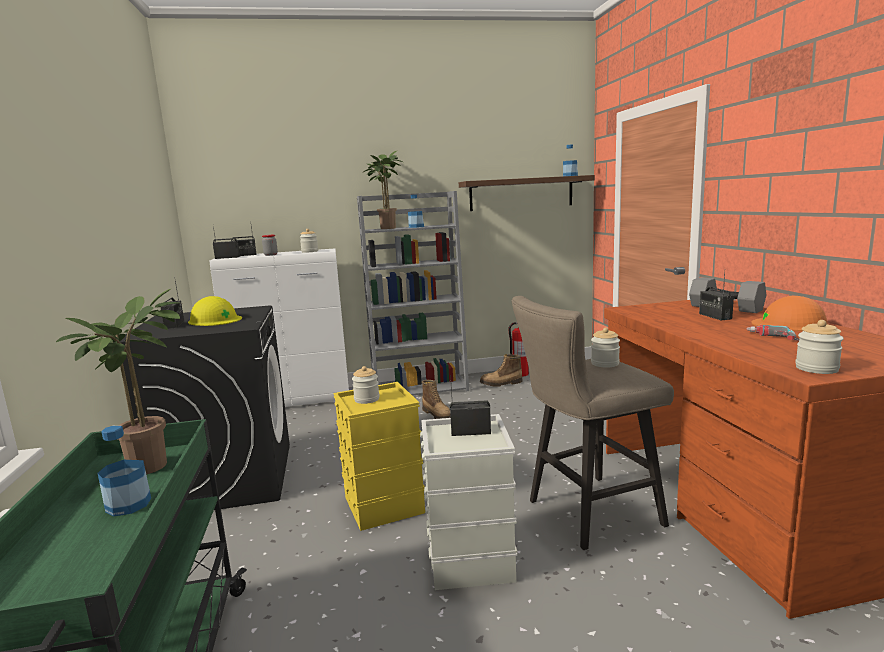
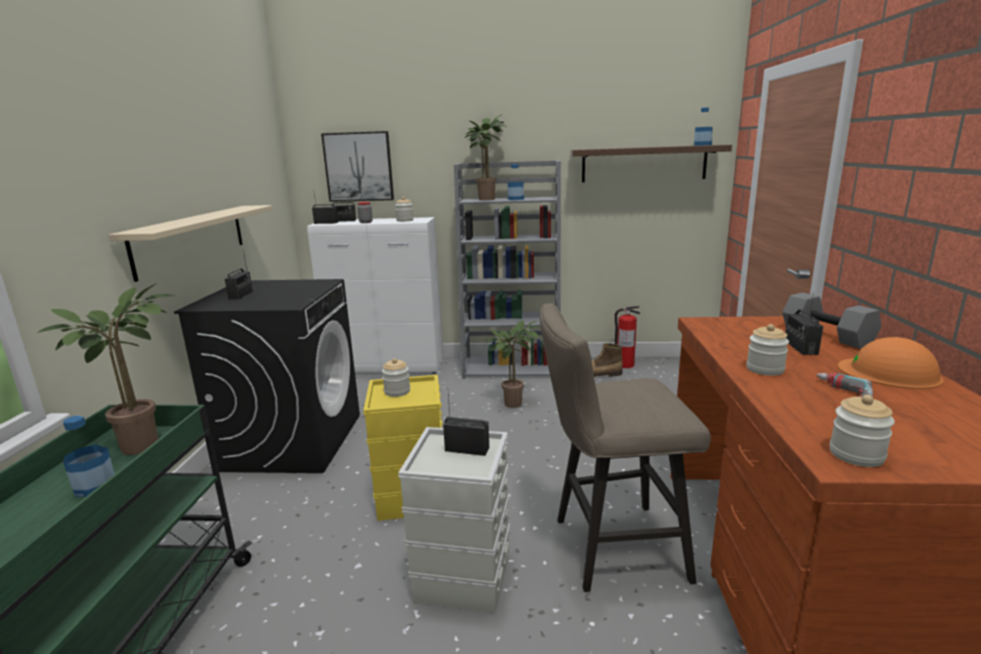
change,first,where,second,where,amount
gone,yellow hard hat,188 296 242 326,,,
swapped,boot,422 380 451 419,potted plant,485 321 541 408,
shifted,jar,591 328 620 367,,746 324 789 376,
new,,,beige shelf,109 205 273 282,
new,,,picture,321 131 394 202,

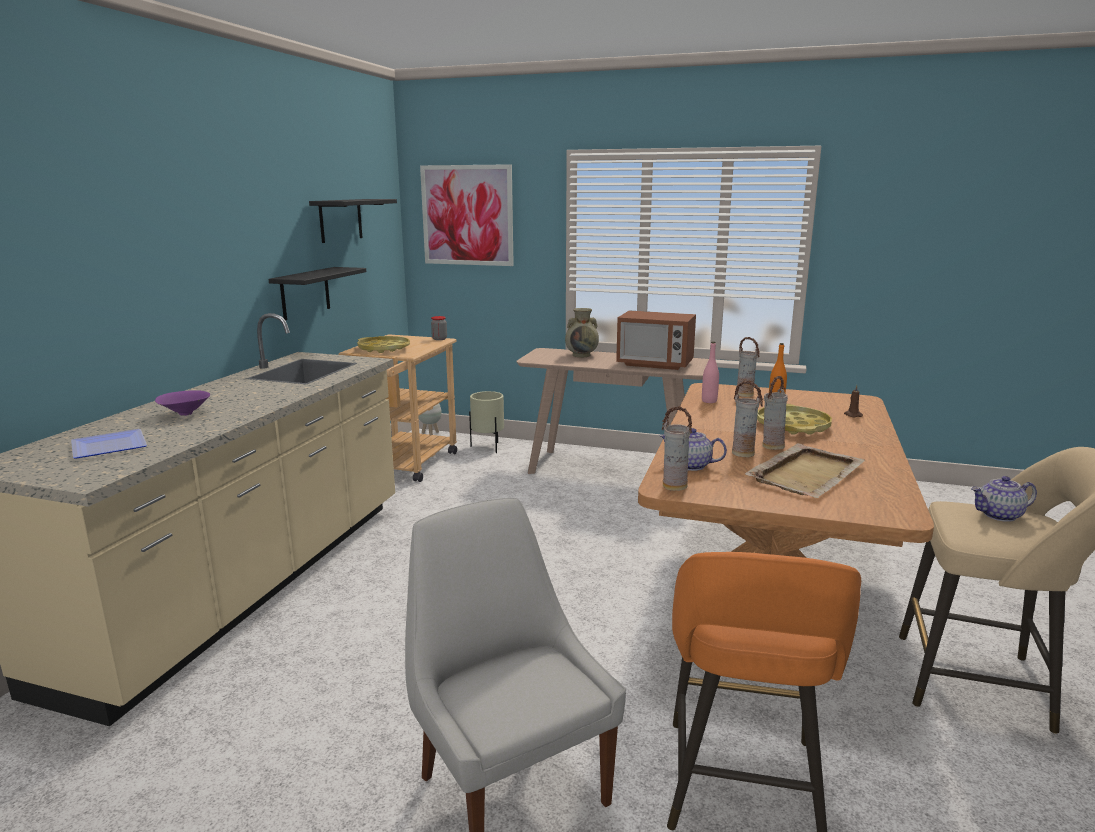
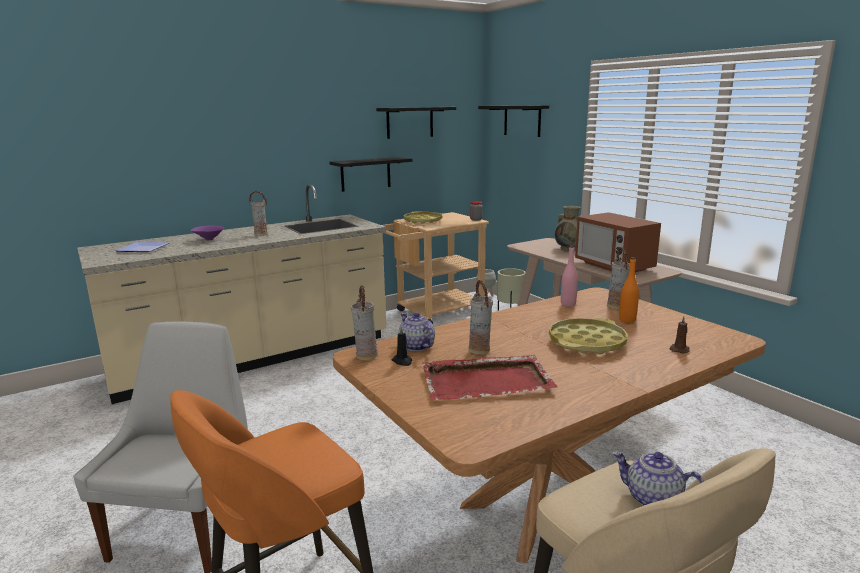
change,first,where,second,where,amount
swapped,picture,420 164 514 266,black shelf,478 105 549 137,
repainted,beige tray,745 443 865 498,red tray,422 355 557 401,
shifted,vase,762 376 788 450,,249 191 268 236,
new,,,black candle,392 327 412 366,

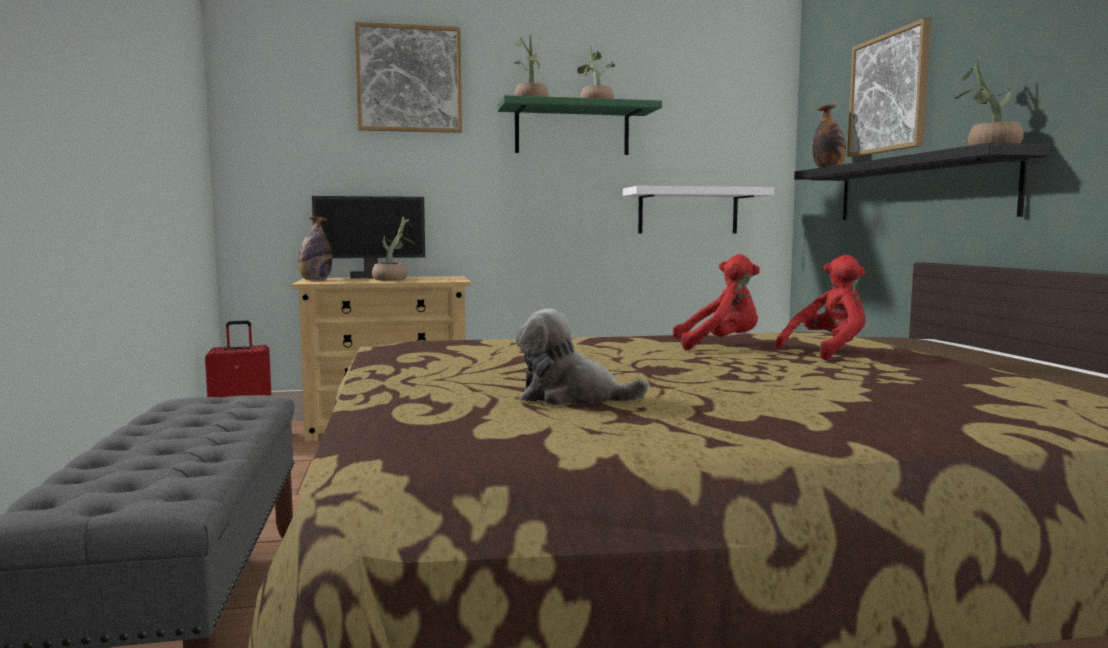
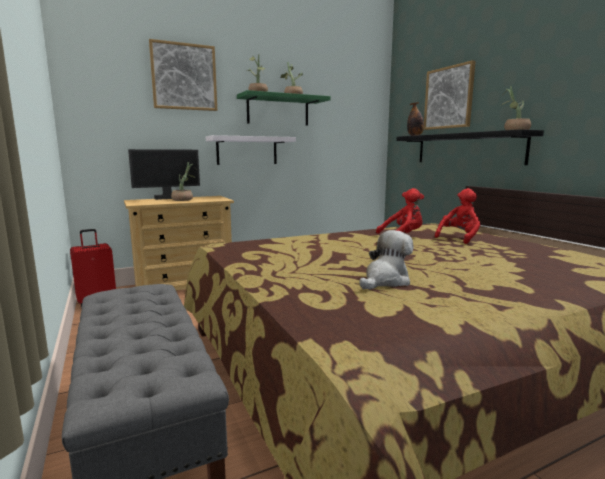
change,first,where,second,where,amount
gone,bottle,298 216 332 281,,,
rotated,plush toy,515 309 649 405,,359 230 413 289,135 degrees clockwise
shifted,white shelf,623 186 774 234,,206 135 296 165,

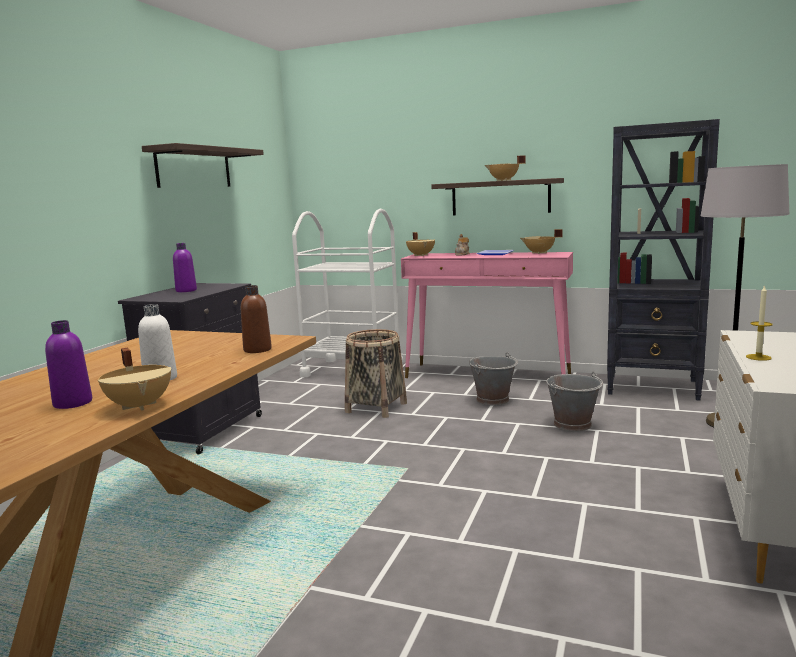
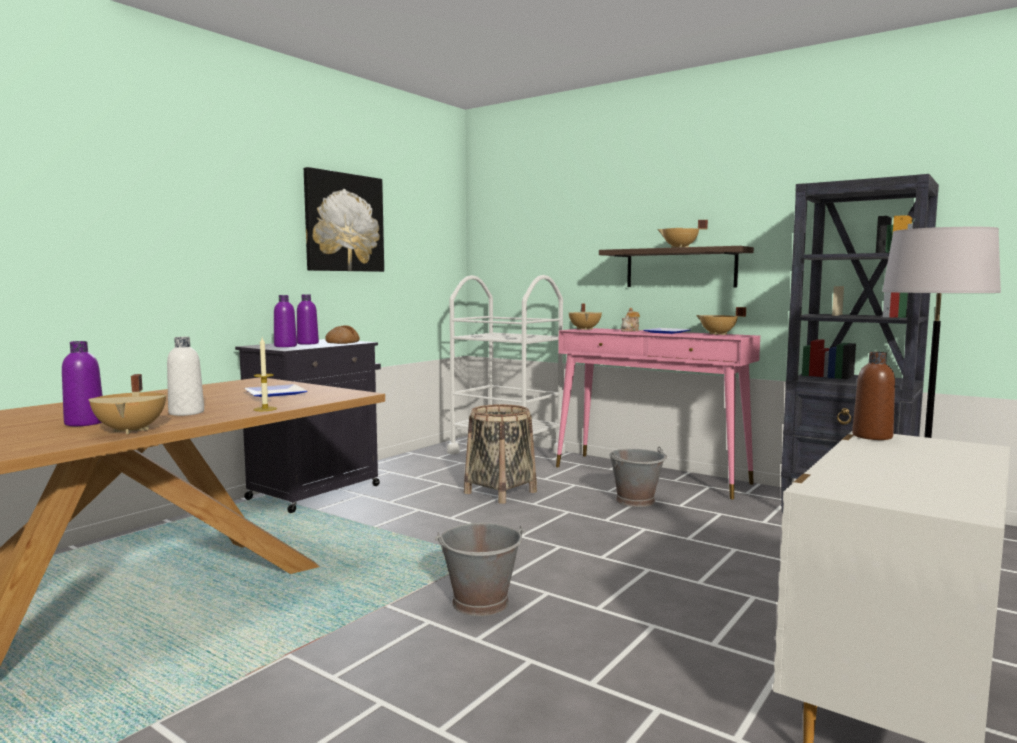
change,first,where,second,where,amount
swapped,shelf,142 143 264 188,picture,304 167 384 272,
shifted,brown bottle,241 285 272 353,,852 352 895 440,
shifted,grey bucket,546 372 603 432,,435 523 525 616,
shifted,candle,746 285 772 361,,254 337 277 411,
new,,,plate,244 384 308 397,
new,,,purple bottle,274 295 297 347,
new,,,bread,325 325 360 344,

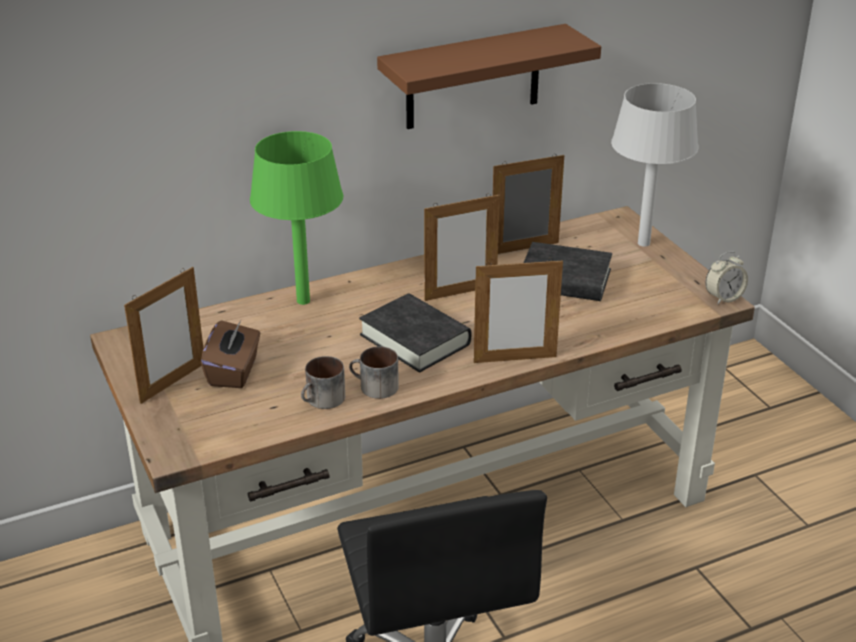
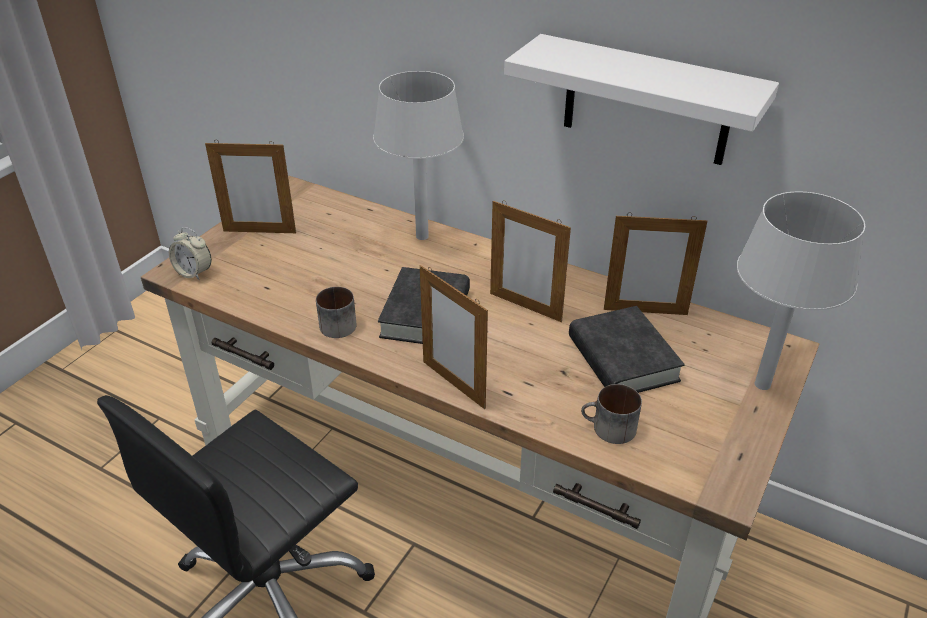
change,first,where,second,where,amount
gone,brown tissue box,201 320 260 388,,,
repainted,green table lamp,250 131 343 305,grey table lamp,373 71 464 240,
shifted,mug,301 356 345 409,,581 384 642 444,
repainted,brown shelf,377 24 601 129,white shelf,504 34 779 165,
rotated,picture frame,492 154 564 254,,604 212 707 315,150 degrees clockwise
shifted,alarm clock,705 251 748 304,,169 227 211 280,

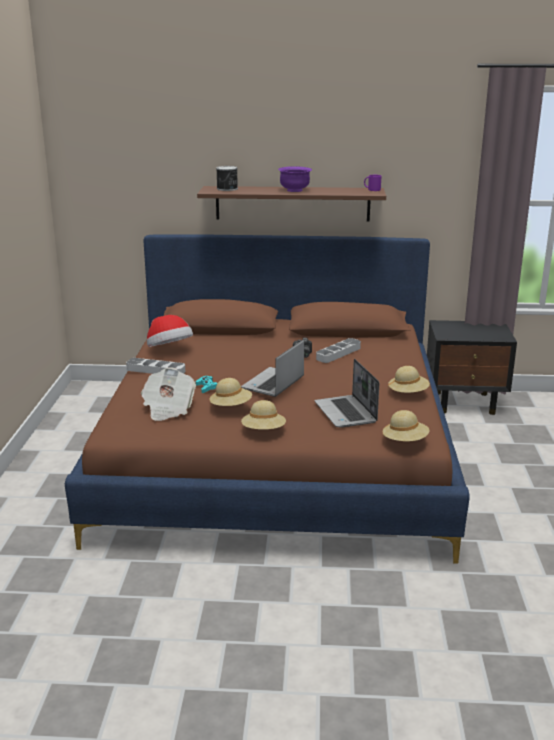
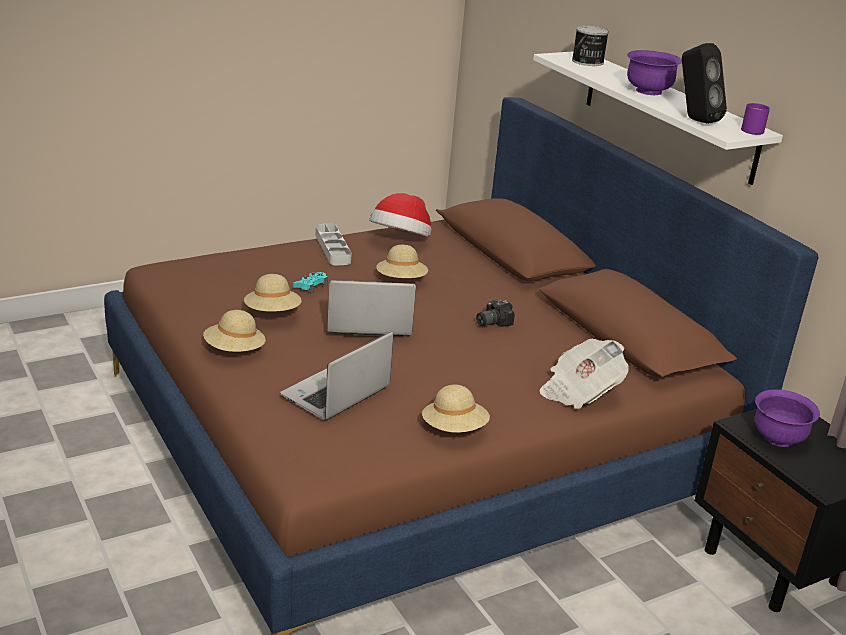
change,first,where,second,where,amount
shifted,newspaper,141 367 196 421,,539 339 629 409,
repainted,brown shelf,197 186 386 221,white shelf,533 51 783 185,
gone,grey tray,316 338 361 363,,,
shifted,beige hat,383 410 429 441,,376 245 428 278,
new,,,black speaker,682 43 727 124,
new,,,purple bowl,755 389 820 447,

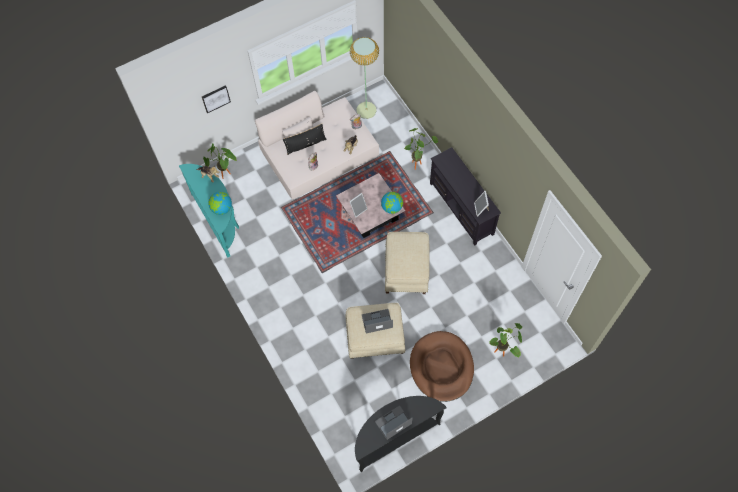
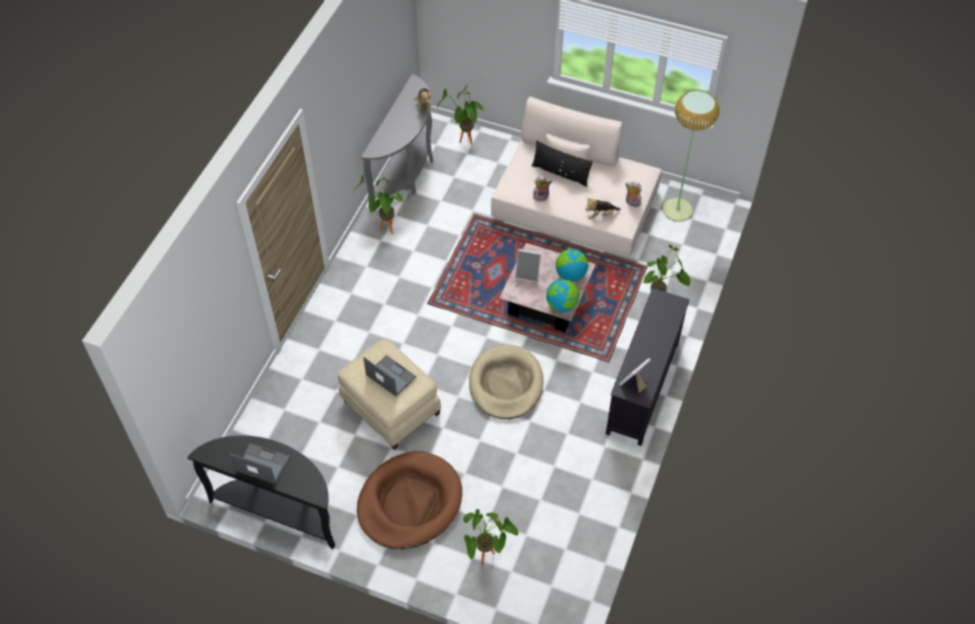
change,first,where,second,where,amount
repainted,turquoise console table,179 164 239 258,grey console table,361 74 433 199,
gone,picture,202 85 231 113,,,
shifted,globe,208 192 232 215,,556 249 588 282,
swapped,beige ottoman,385 232 430 294,beige dog bed,469 345 544 419,
new,,,potted plant,354 174 404 234,

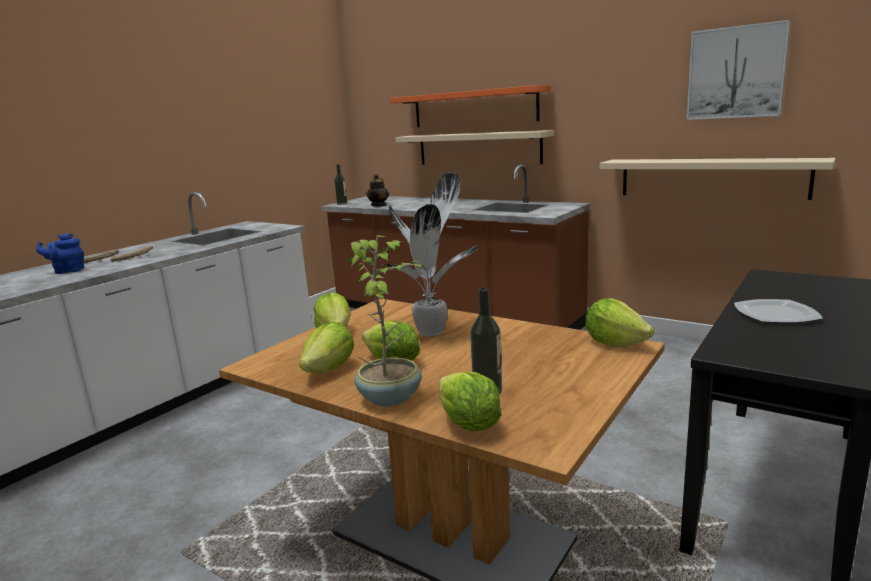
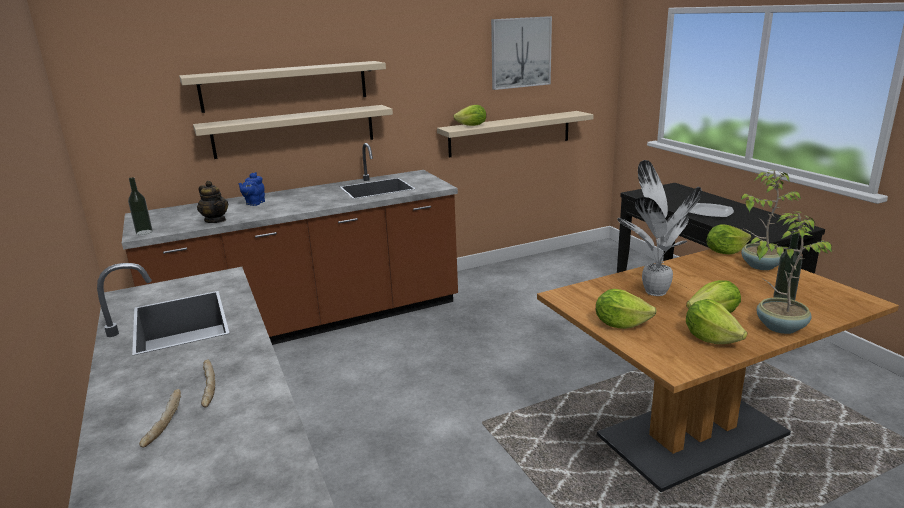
change,first,where,second,where,amount
shifted,blue teapot,36 234 84 274,,239 172 265 206,
repainted,orange shelf,390 85 551 127,beige shelf,179 61 386 113,
shifted,lettuce,439 372 501 431,,453 105 486 126,
new,,,potted plant,741 170 801 270,

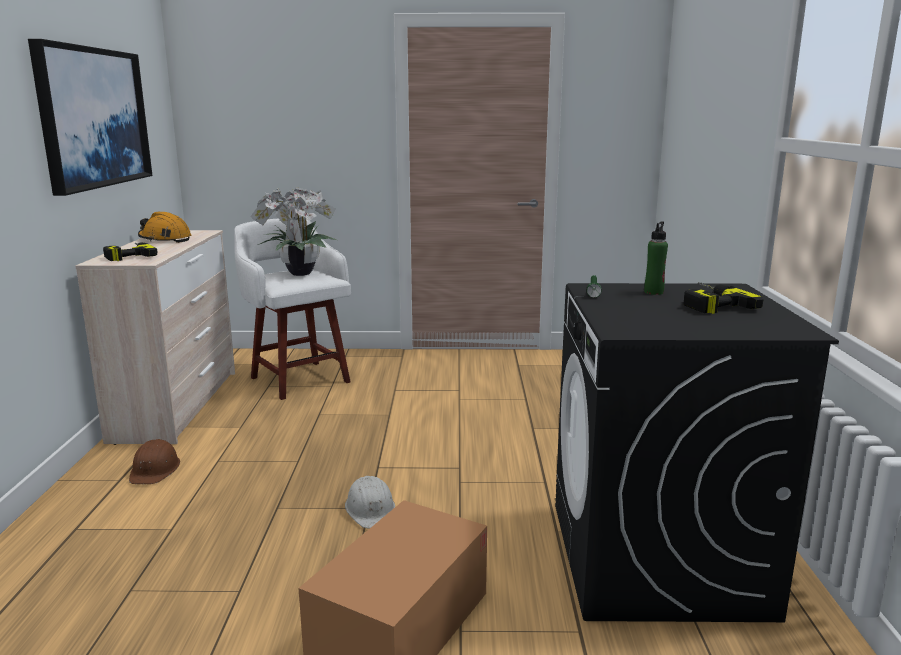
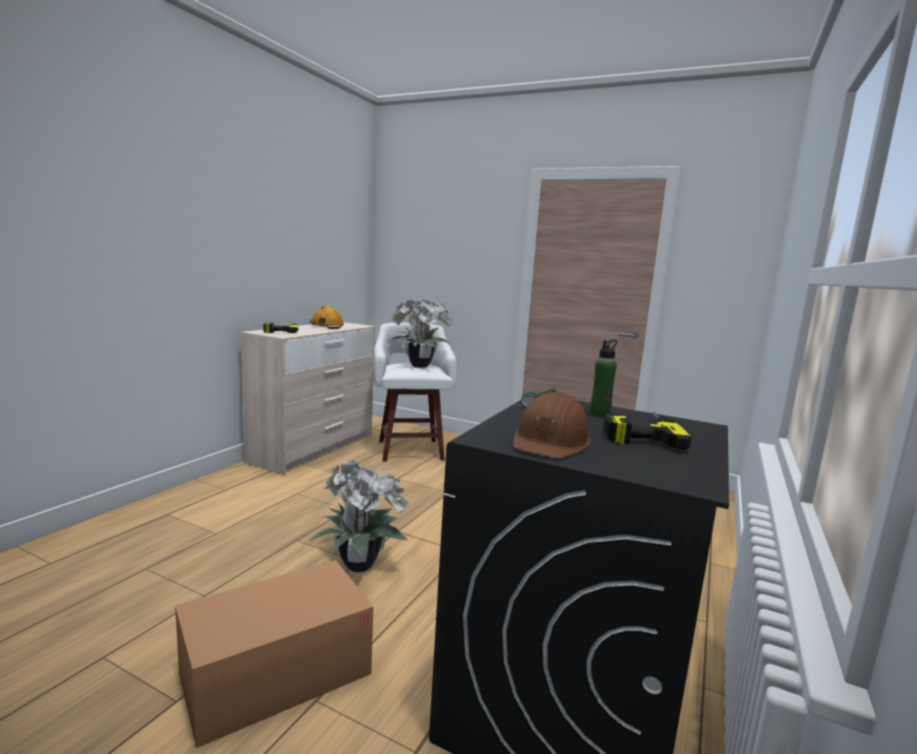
change,first,where,second,where,amount
gone,picture,28 39 153 196,,,
shifted,brown hard hat,129 439 180 484,,513 391 590 458,
swapped,white hard hat,345 476 395 528,potted plant,308 459 409 572,

